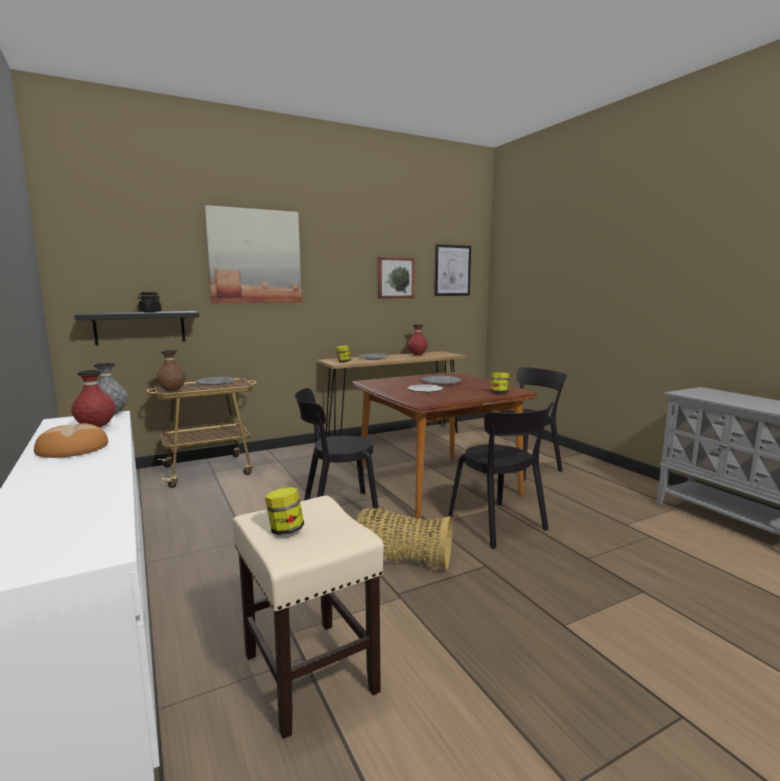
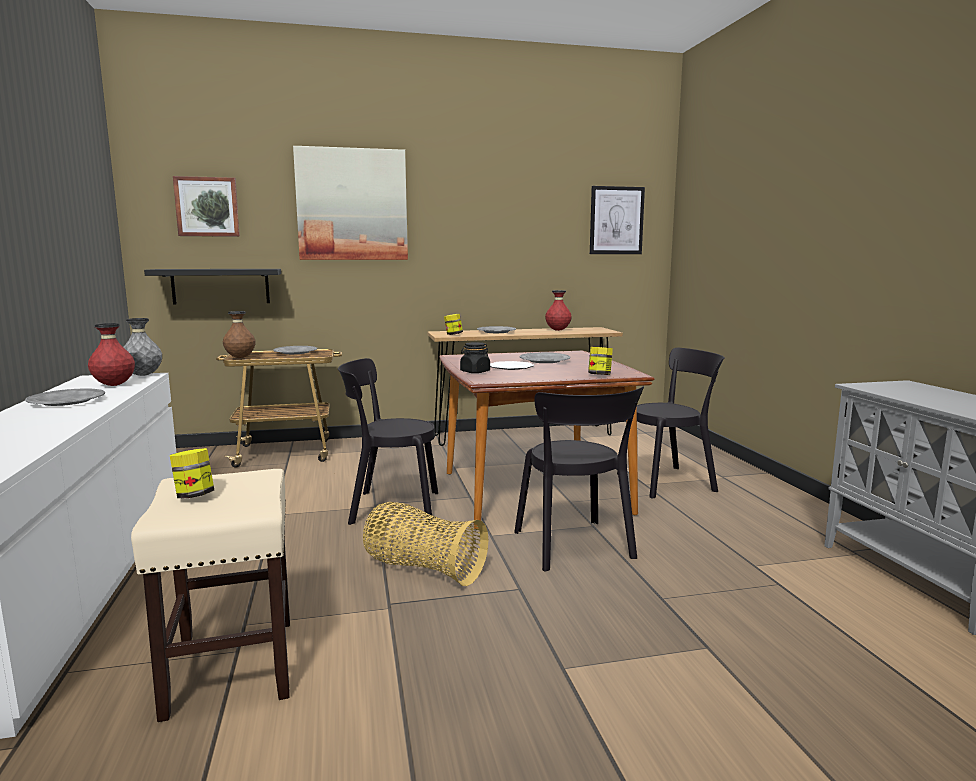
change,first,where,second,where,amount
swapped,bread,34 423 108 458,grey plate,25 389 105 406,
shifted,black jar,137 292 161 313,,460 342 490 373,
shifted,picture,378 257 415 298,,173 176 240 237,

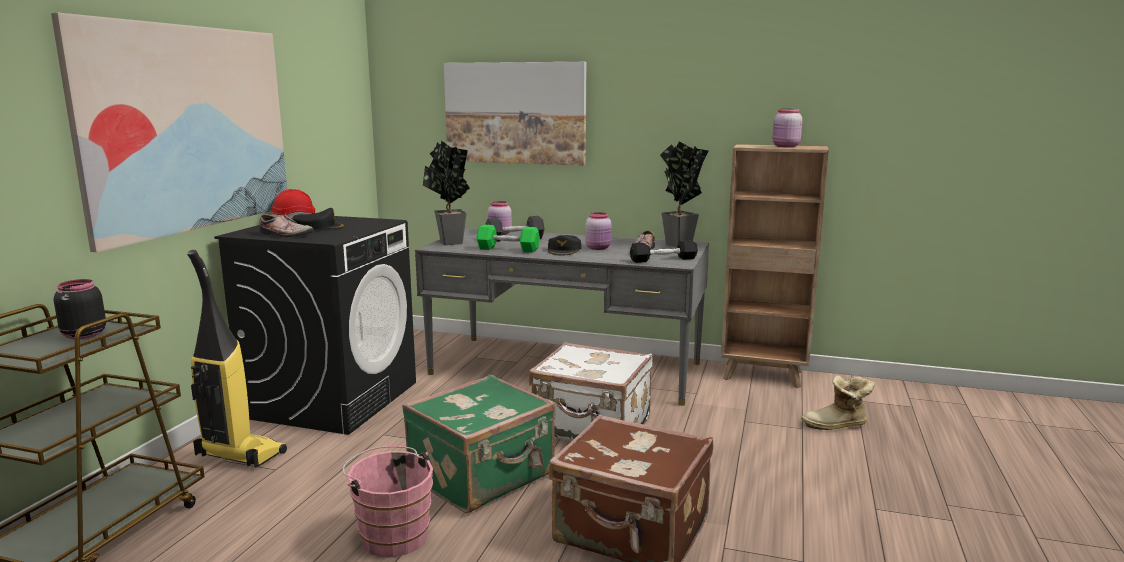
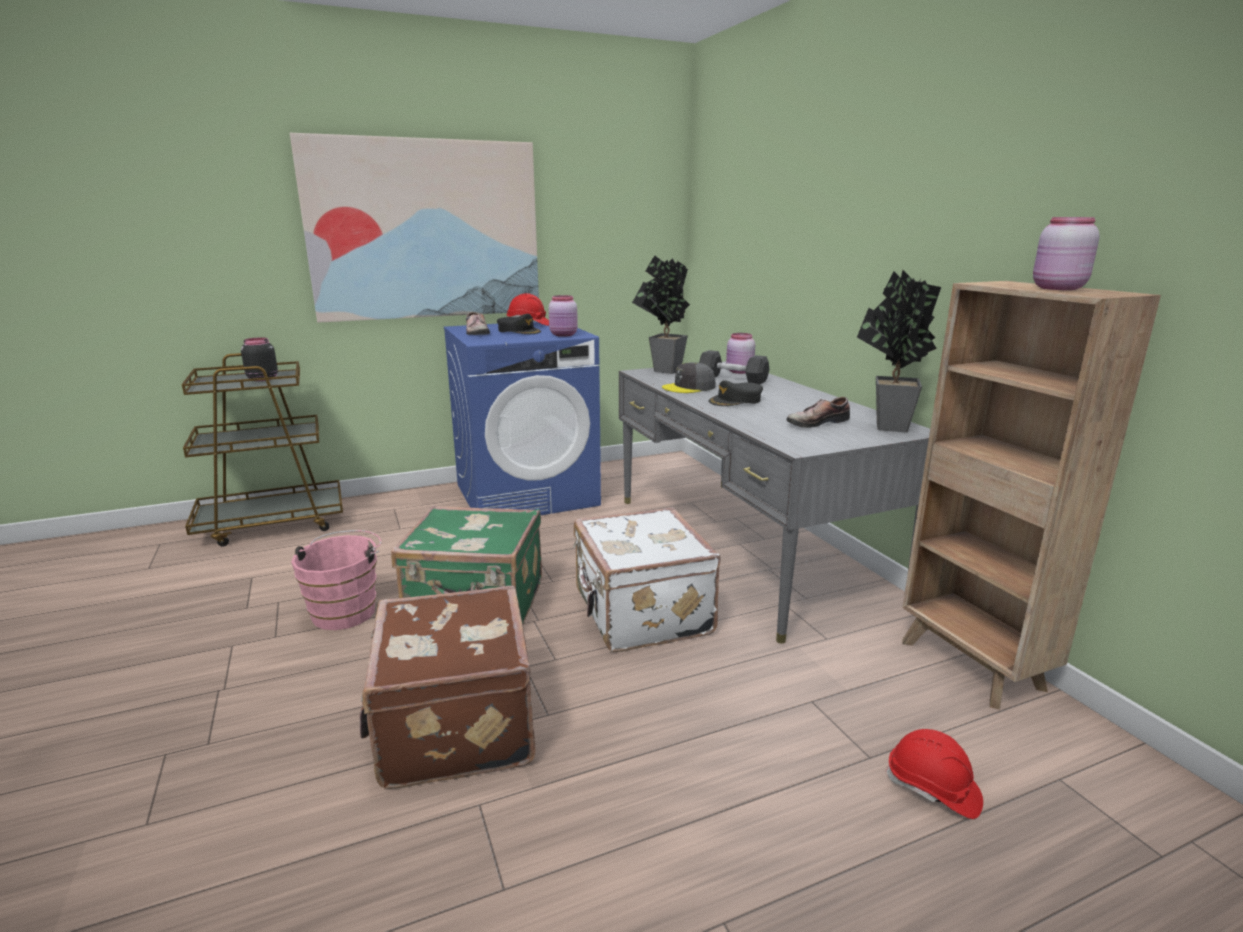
change,first,where,second,where,amount
gone,vacuum cleaner,187 250 287 468,,,
repainted,black washing machine,214 216 416 435,blue washing machine,444 321 601 515,
gone,picture,444 62 587 166,,,
swapped,green dumbbell,476 225 540 252,grey cap,662 362 715 393,
shifted,pink jar,585 212 611 250,,549 295 578 337,
gone,black dumbbell,630 240 698 263,,,
swapped,boot,801 375 875 430,red hard hat,885 729 983 819,

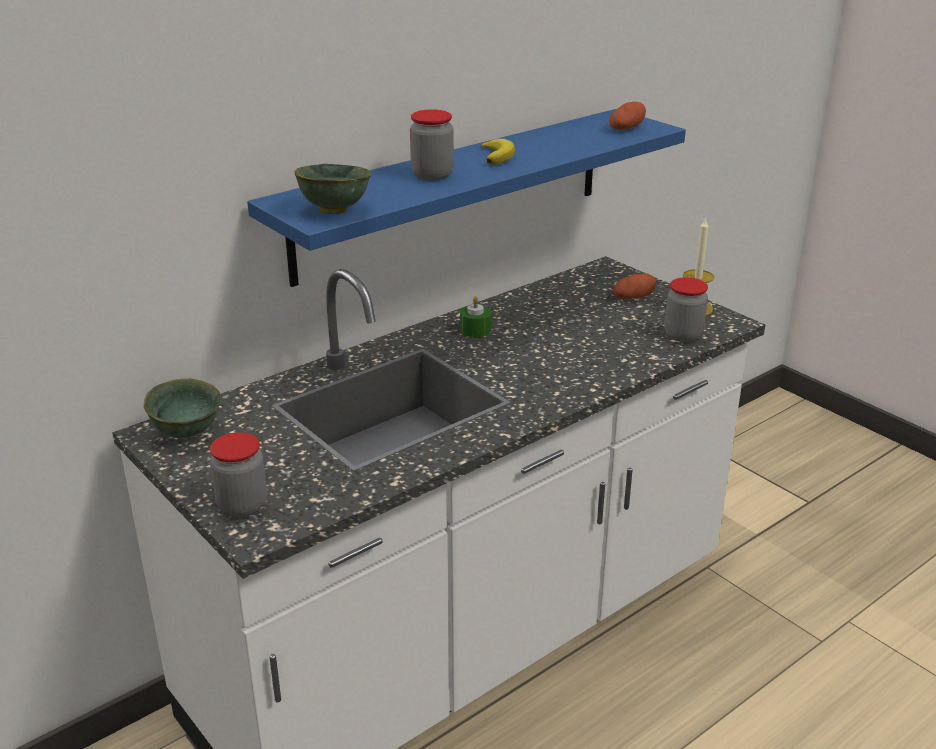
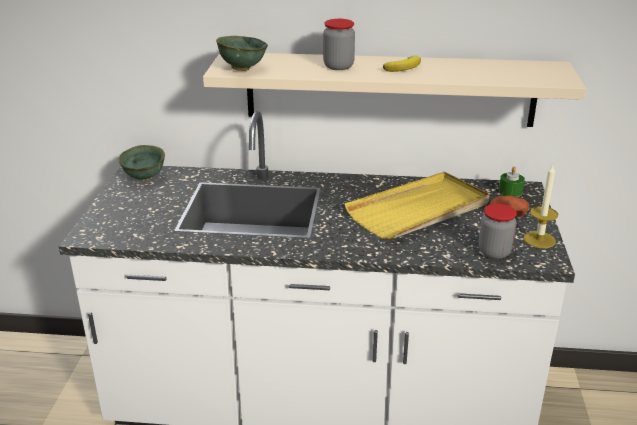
change,first,where,second,where,amount
gone,jar,210 432 267 517,,,
repainted,blue shelf,247 109 686 287,beige shelf,203 53 586 127,
shifted,green candle,460 296 491 338,,499 166 525 197,
gone,potato,609 102 646 130,,,
new,,,yellow tray,344 172 490 240,

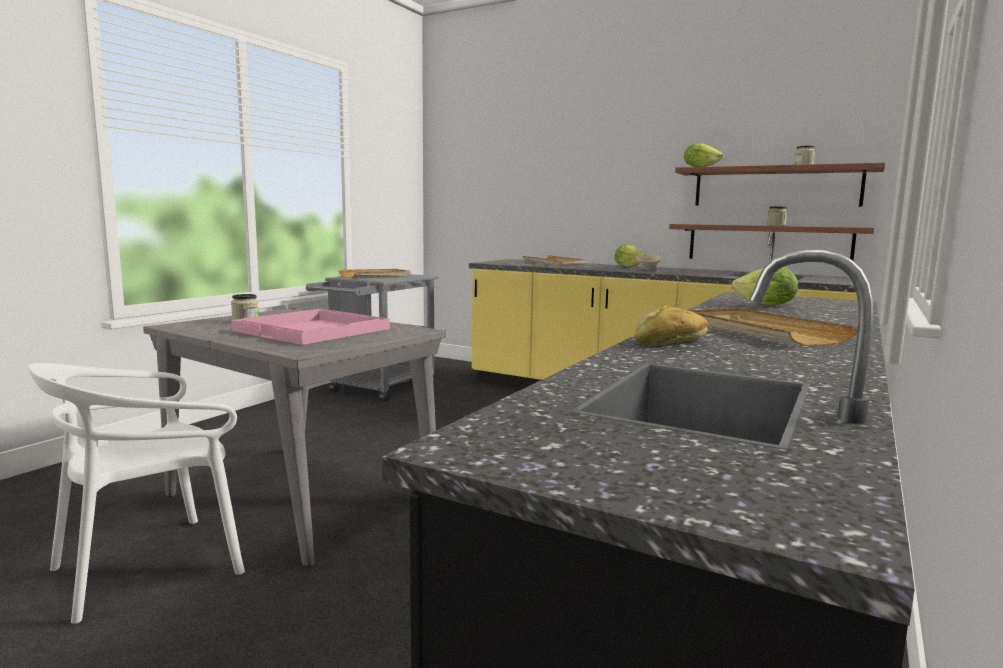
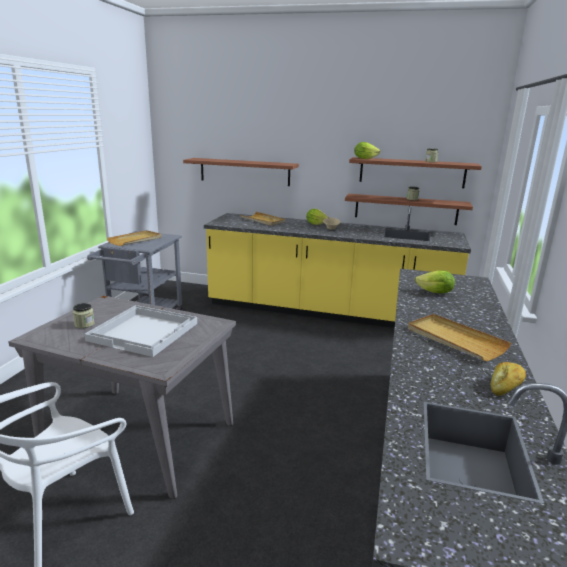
change,first,where,second,where,amount
repainted,pink tray,231 309 390 345,white tray,84 305 197 357,
shifted,bread,635 305 708 346,,491 362 526 396,
new,,,shelf,183 158 299 186,

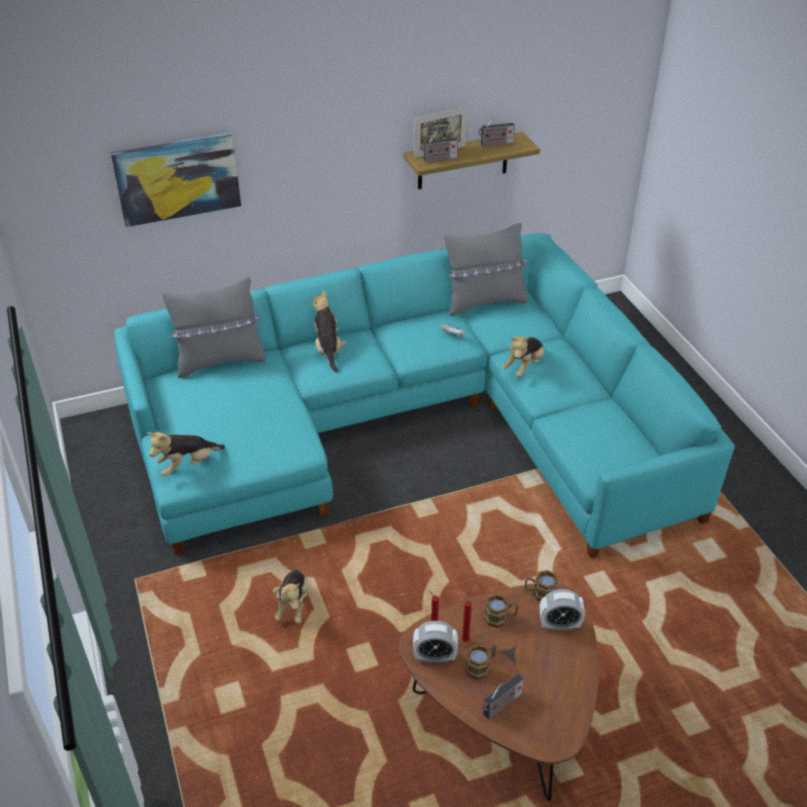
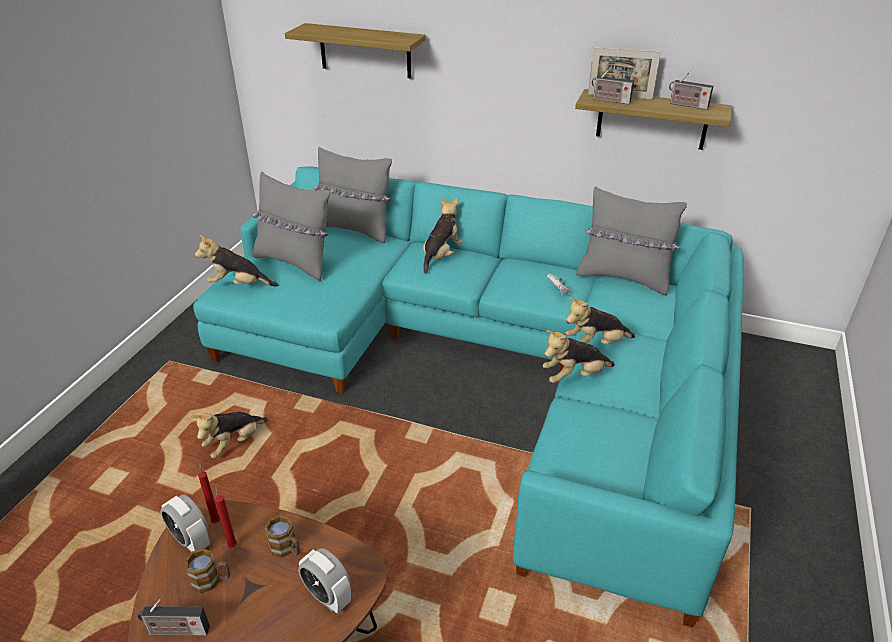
change,first,where,second,where,amount
swapped,picture,110 133 241 227,shelf,285 23 426 78,
gone,mug,525 570 558 601,,,
new,,,grey pillow,252 171 330 281,
new,,,plush toy,543 330 615 383,

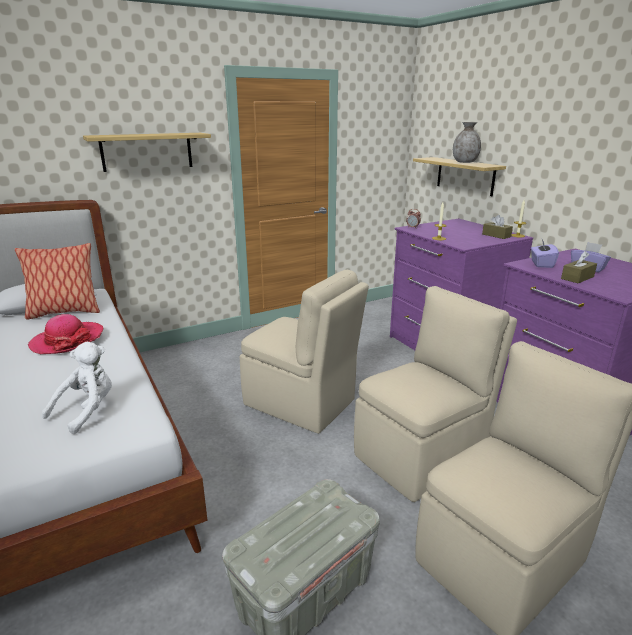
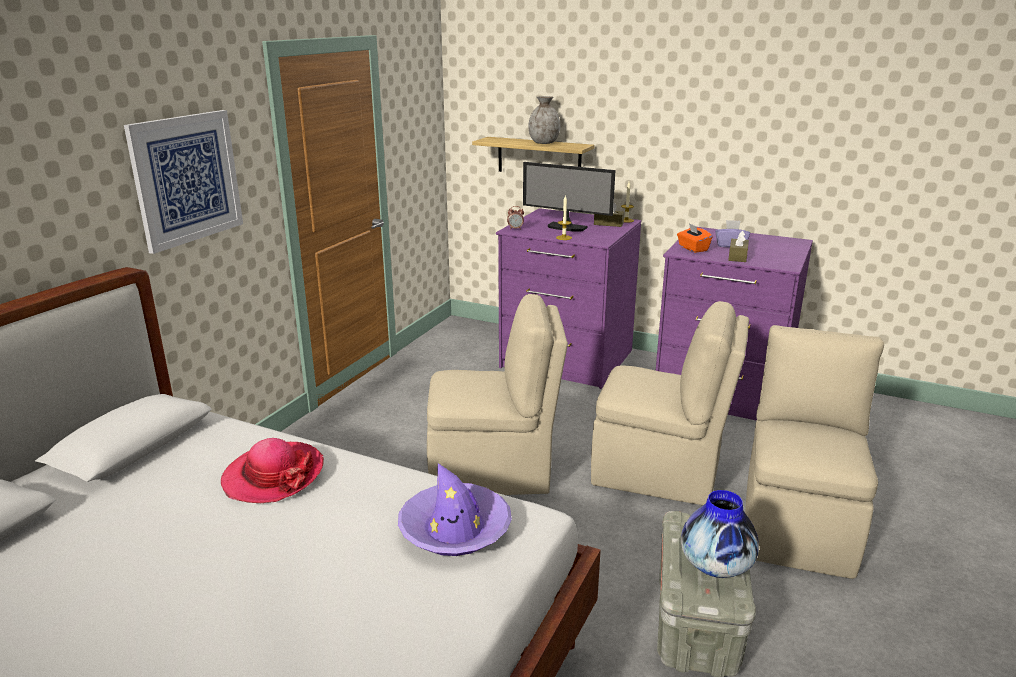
change,first,where,second,where,amount
gone,pillow,15 243 100 319,,,
swapped,white plush toy,42 342 112 434,purple hat,398 463 512 556,
swapped,shelf,83 133 211 172,picture,124 110 243 254,
rotated,beige chair,354 286 517 502,,591 301 749 505,90 degrees clockwise
repainted,purple tissue box,531 240 559 268,orange tissue box,677 223 713 253,
new,,,monitor,523 162 615 232,
new,,,vase,681 490 759 578,

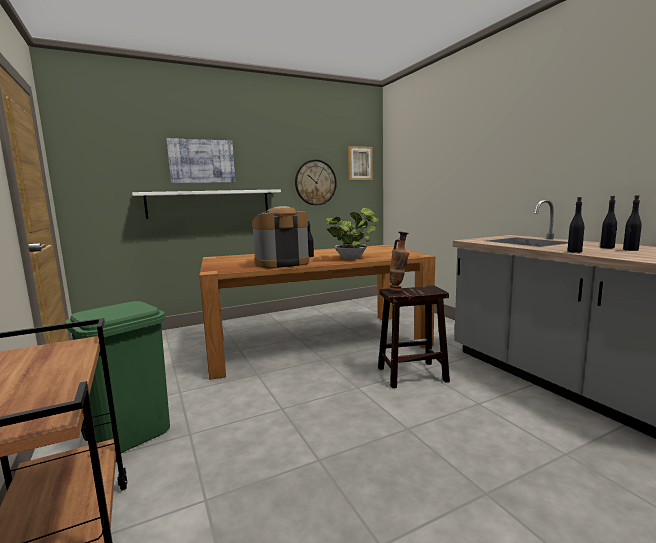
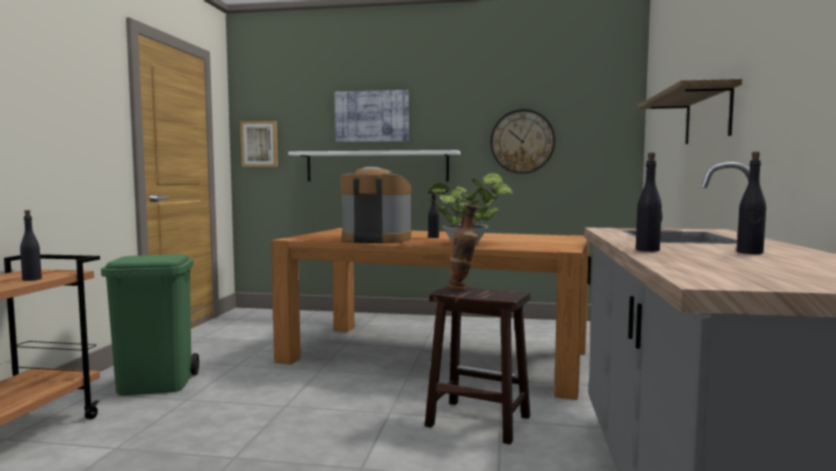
change,first,where,second,where,amount
shifted,picture,348 146 373 180,,240 121 278 167,
shifted,black bottle,623 195 642 251,,20 210 42 281,
new,,,shelf,638 79 742 144,

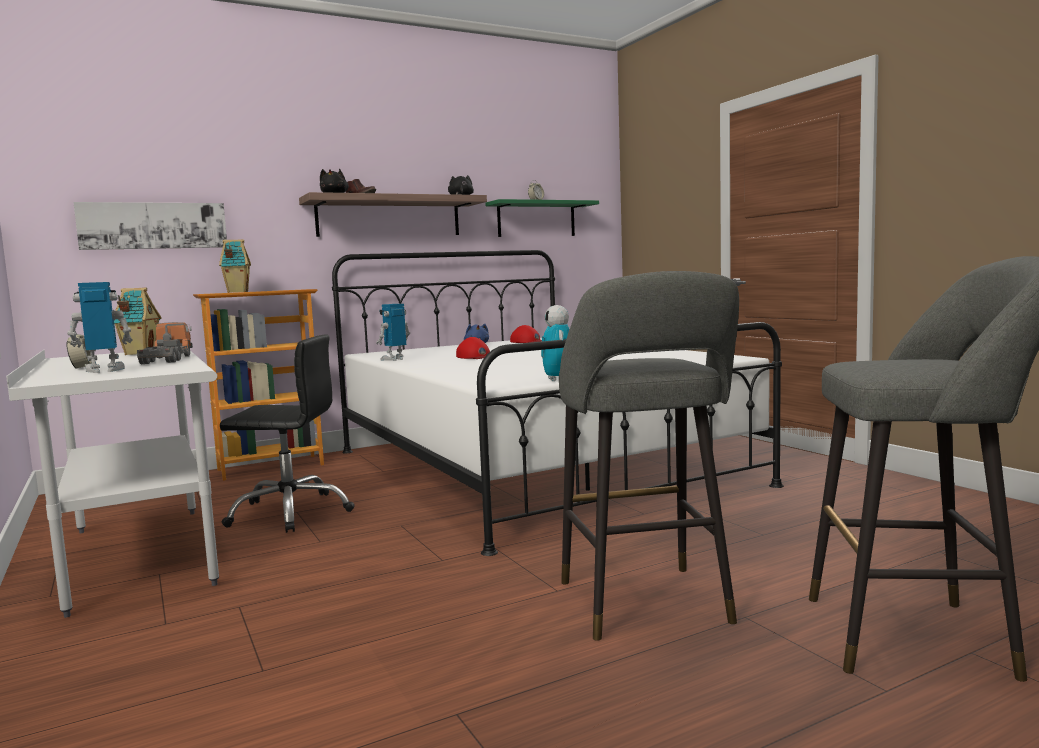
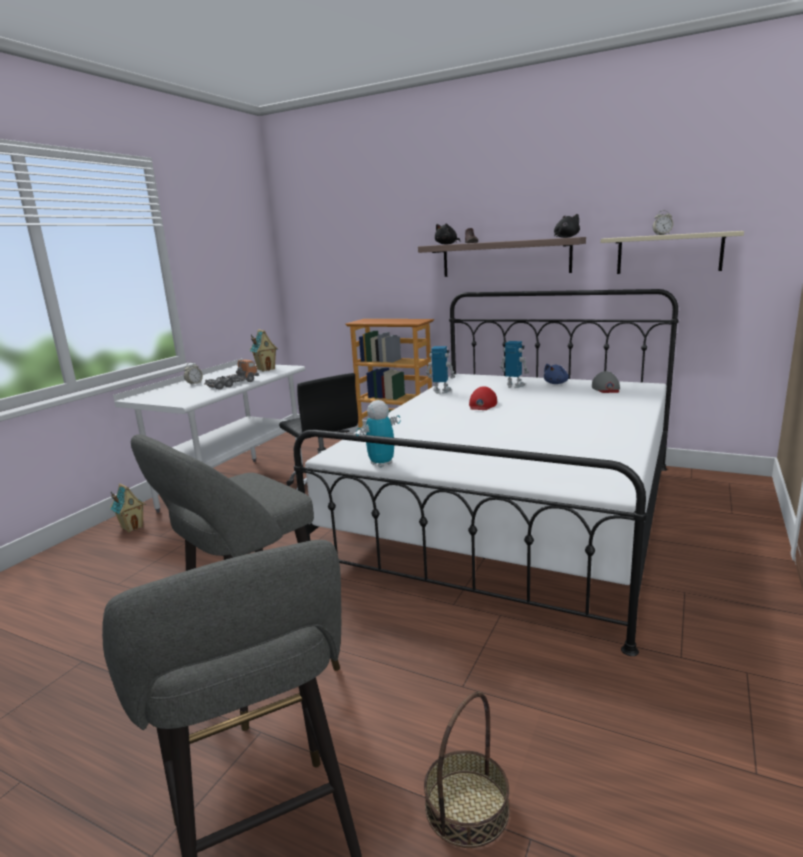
change,first,where,second,where,amount
shifted,toy robot,67 282 132 373,,500 341 529 388,
gone,picture,73 202 227 250,,,
shifted,toy house,219 239 251 293,,110 483 146 532,
repainted,green shelf,485 199 599 237,beige shelf,601 231 744 274,
repainted,red cap,510 325 542 343,grey cap,592 371 620 393,
new,,,basket,424 692 509 848,

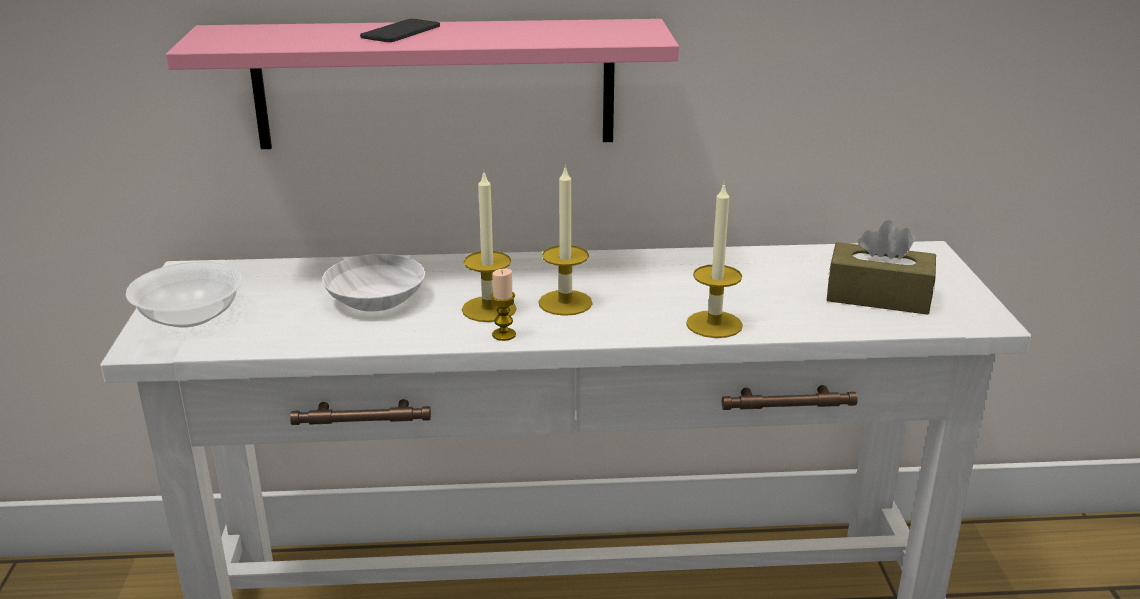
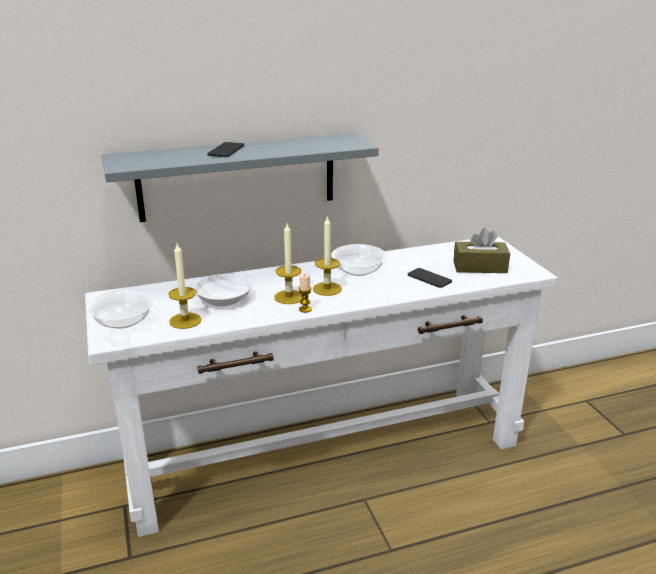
change,first,where,second,where,amount
repainted,pink shelf,166 19 679 149,grey shelf,102 133 379 222,
shifted,candle,686 184 743 338,,168 244 201 329,
new,,,bowl,331 244 387 276,
new,,,phone,408 268 452 288,

